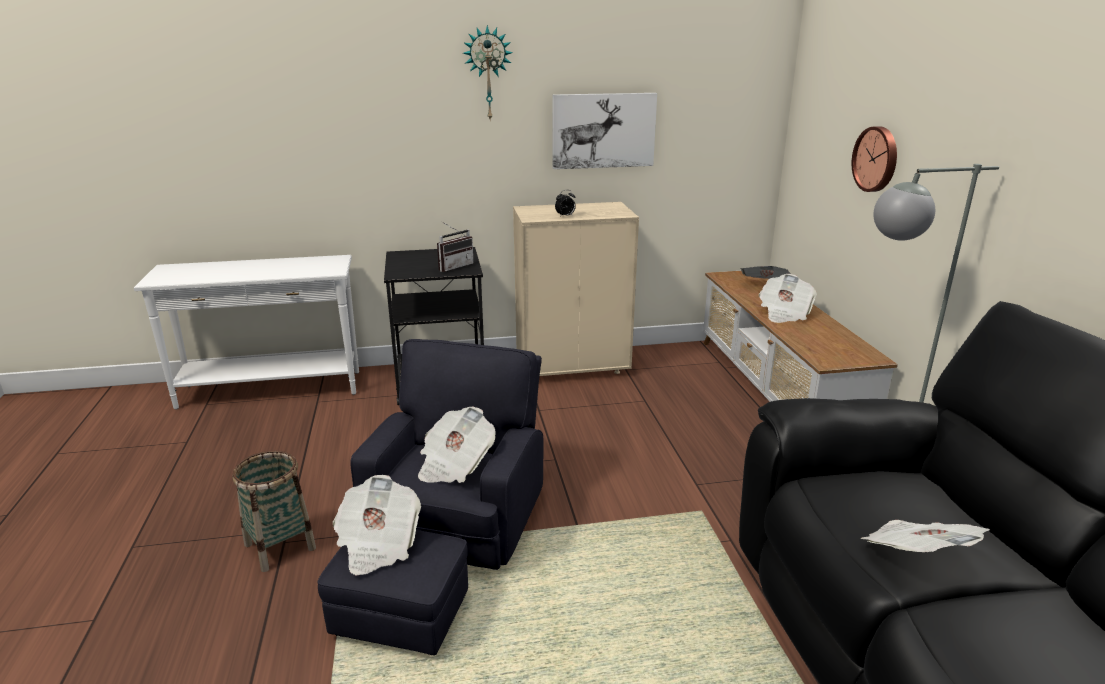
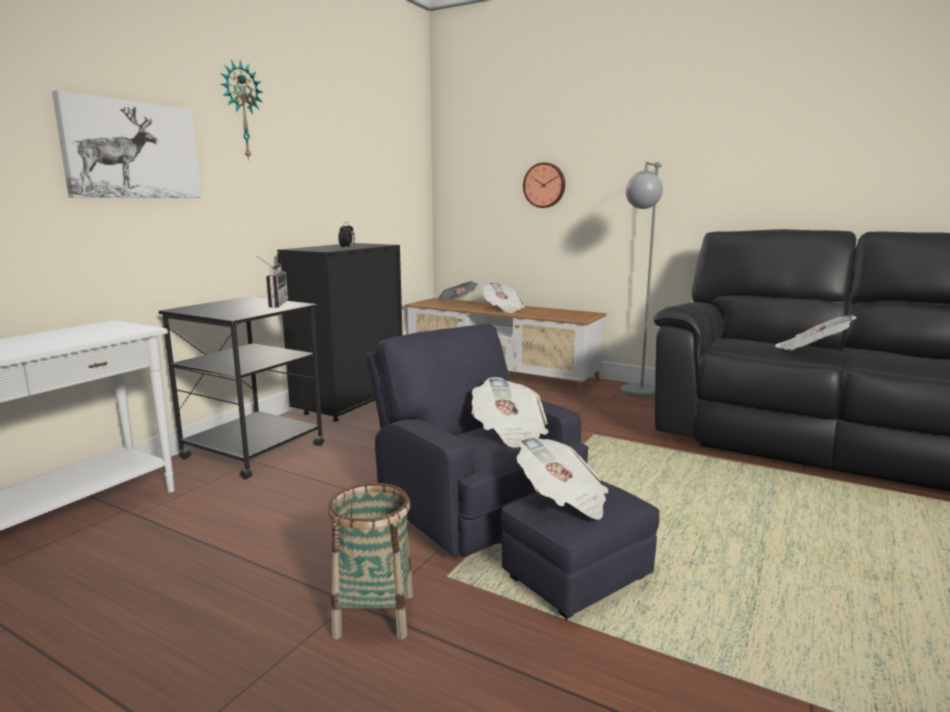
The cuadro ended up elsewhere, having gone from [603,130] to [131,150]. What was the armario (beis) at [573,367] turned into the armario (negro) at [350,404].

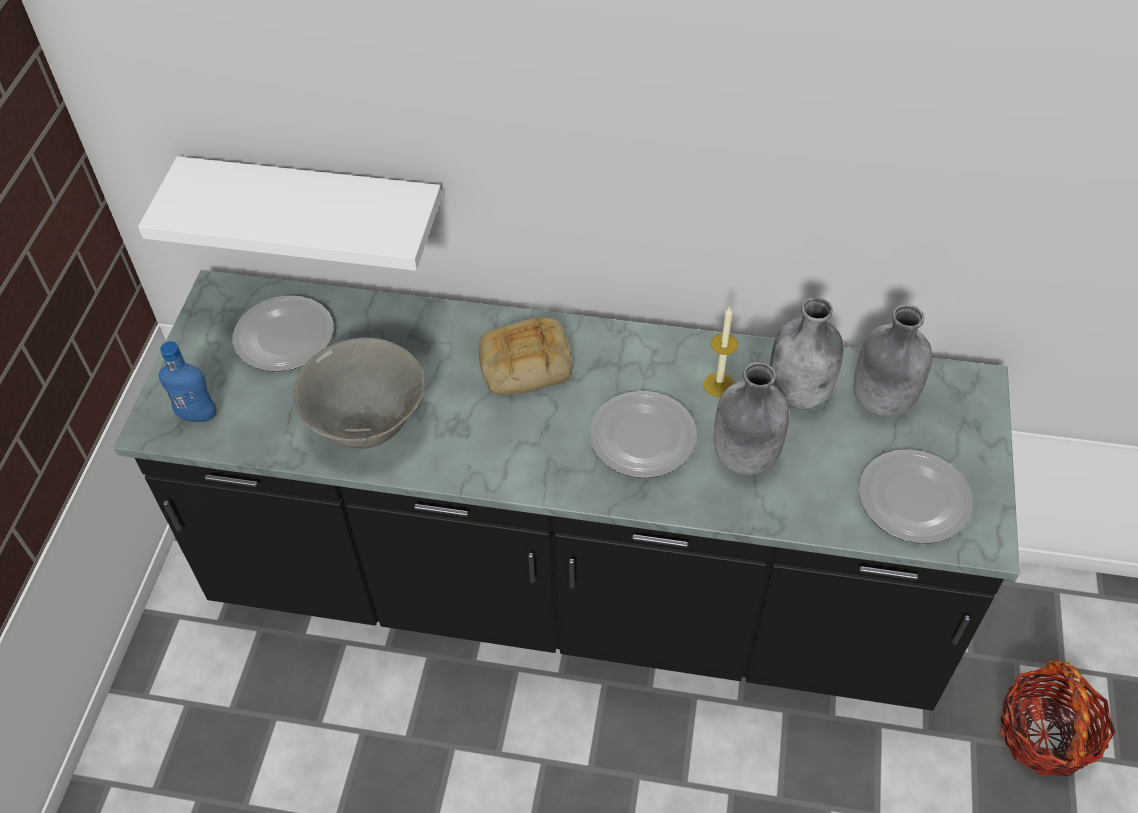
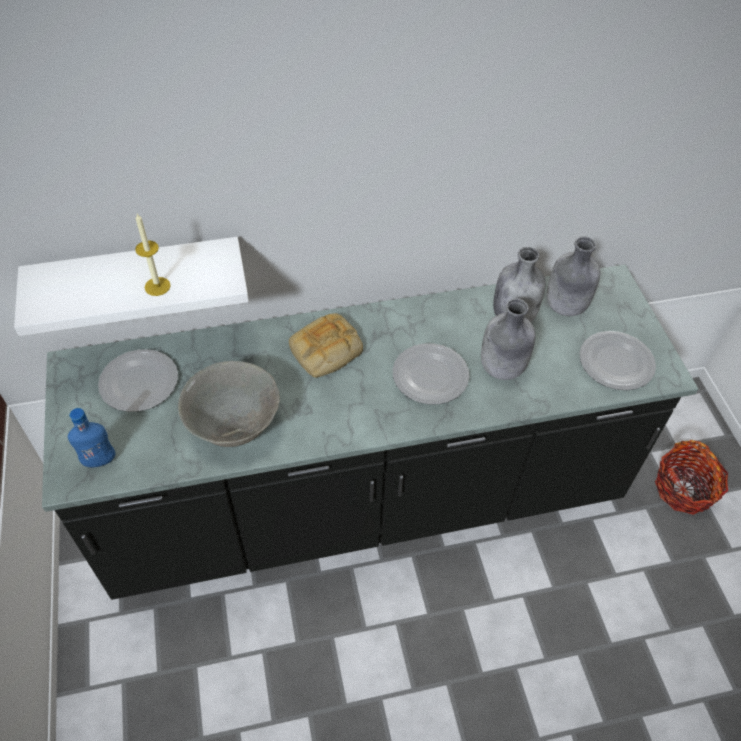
The vela ended up elsewhere, having gone from [719,385] to [157,286].

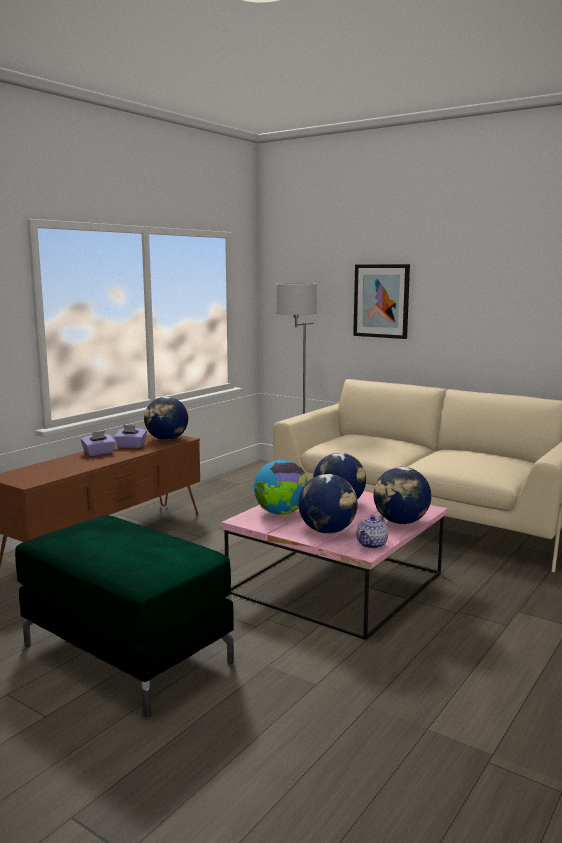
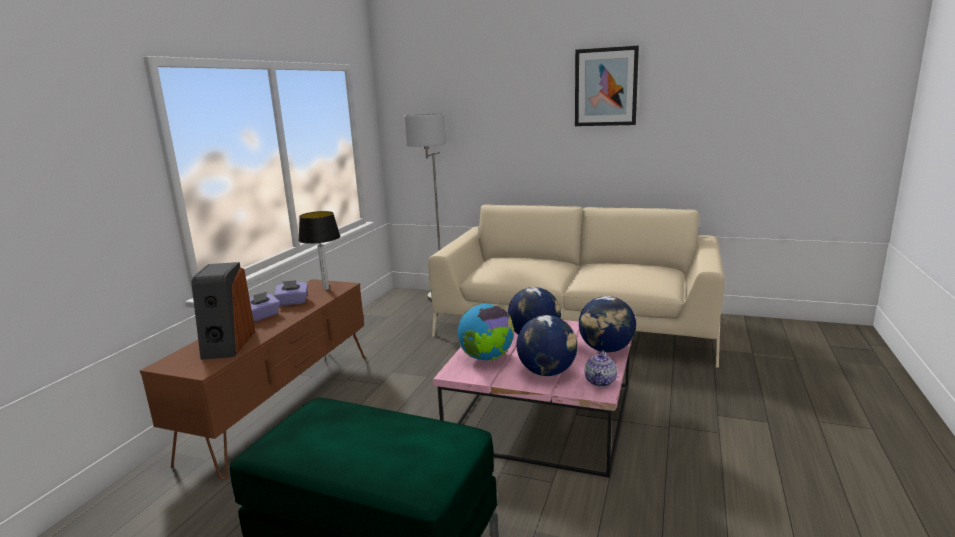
The second view gained the altavoz at [228,344]. The cuadro ended up elsewhere, having gone from [381,301] to [605,87]. Where the globo terráqueo stood at [166,439], the lámpara de mesa came to stand at [326,288].

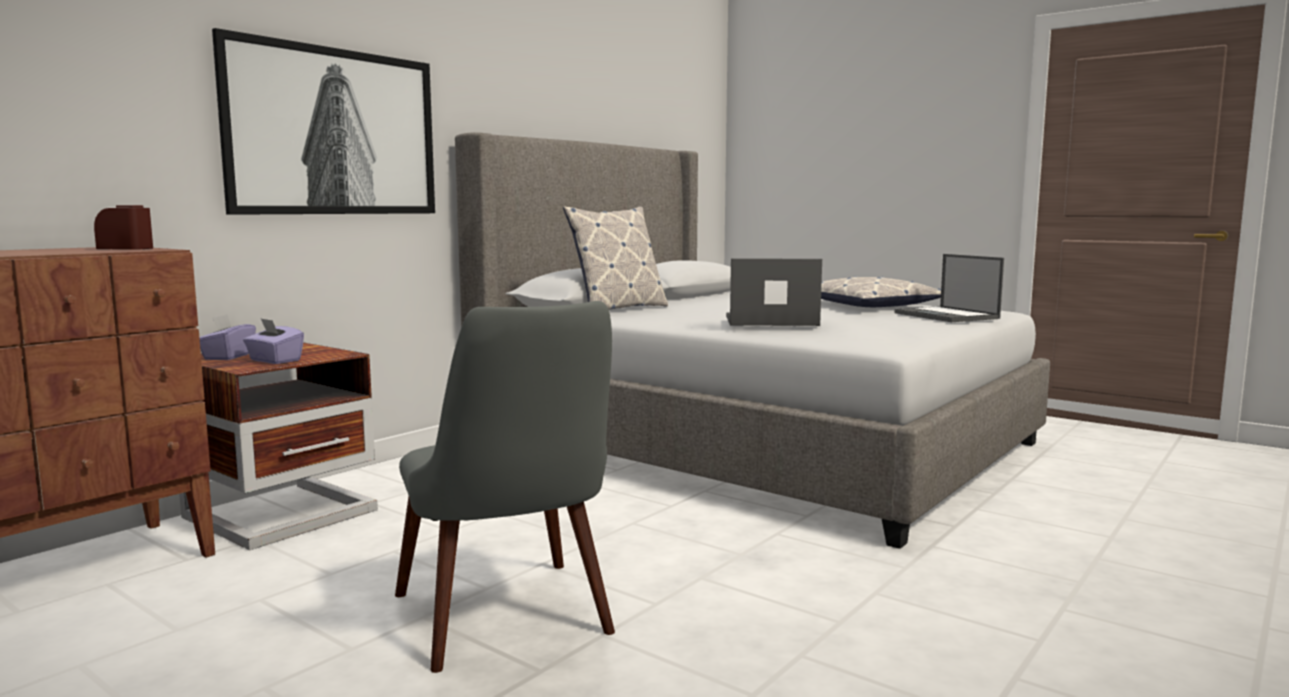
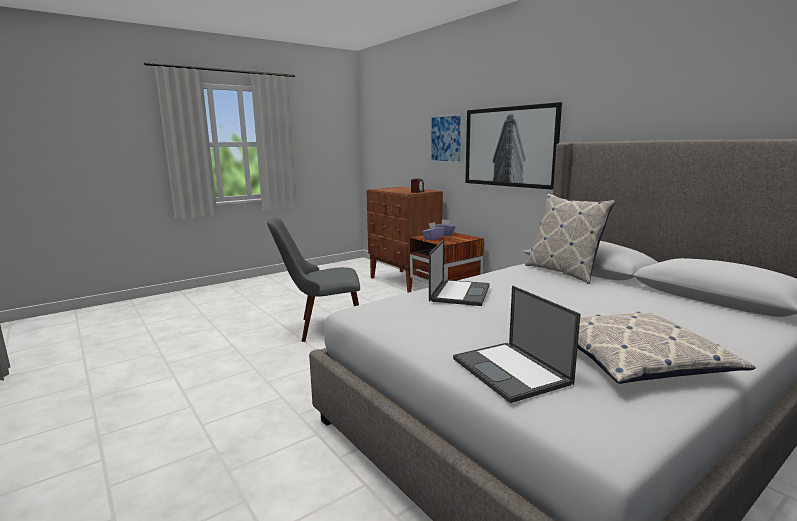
The second view gained the cuadro at [446,139]. The portátil at [947,316] ended up facing another way, 105 degrees counterclockwise from before.

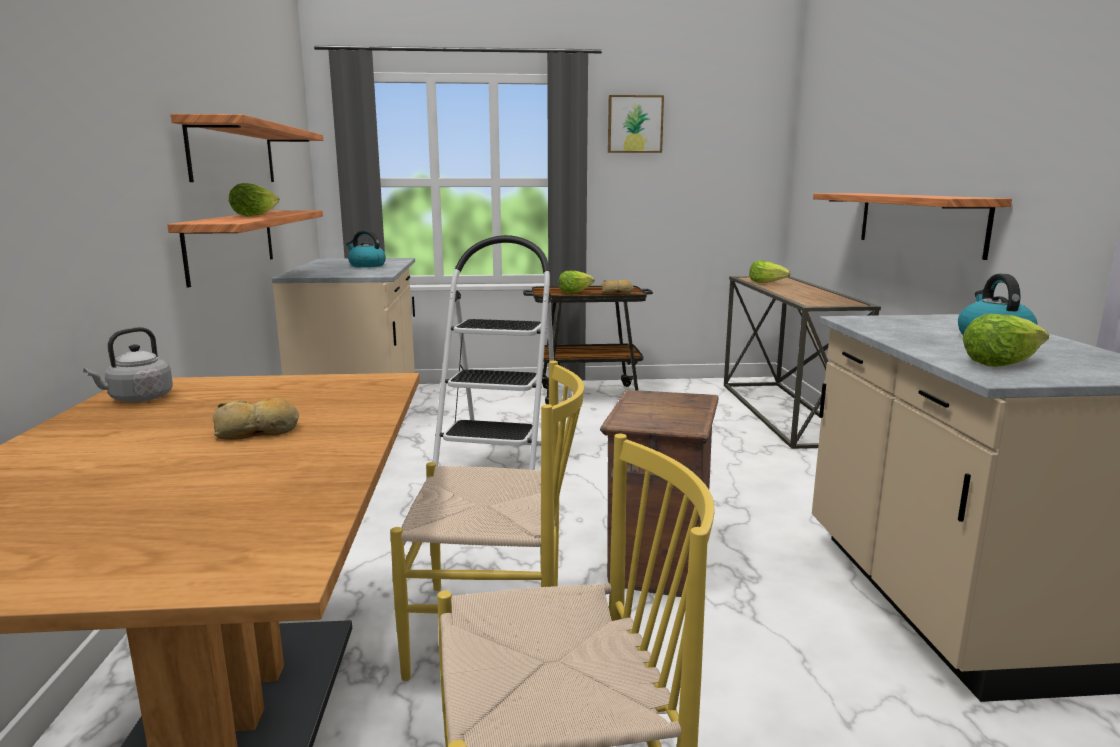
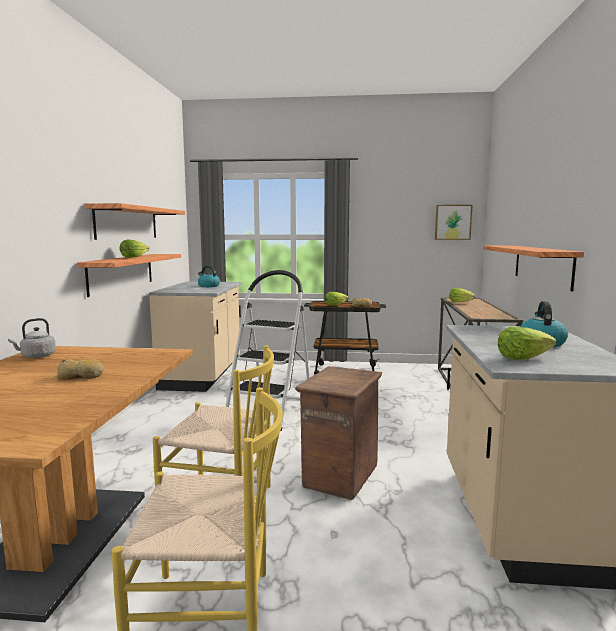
The cuadro ended up elsewhere, having gone from [635,124] to [452,222].

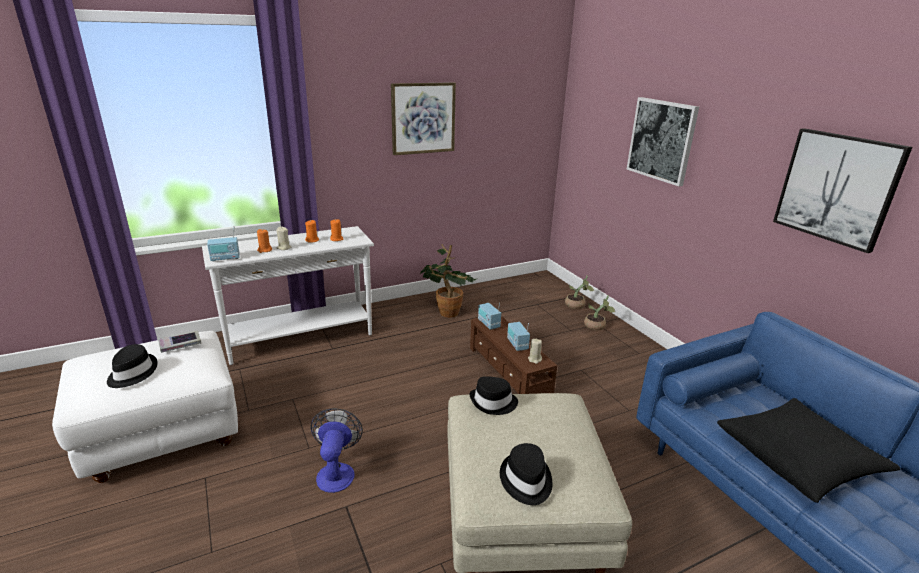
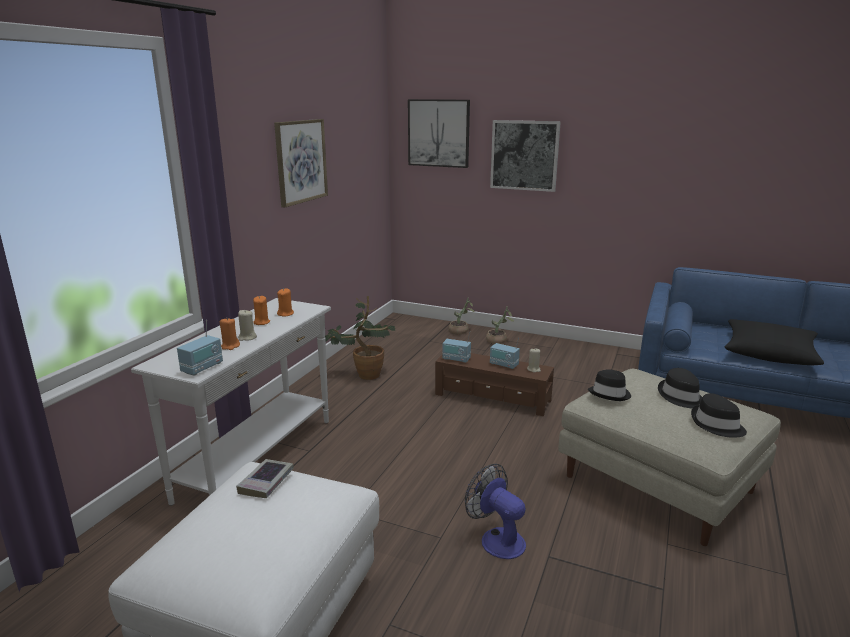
The sombrero (negro) ended up elsewhere, having gone from [132,373] to [681,397]. The cuadro ended up elsewhere, having gone from [837,188] to [439,133].

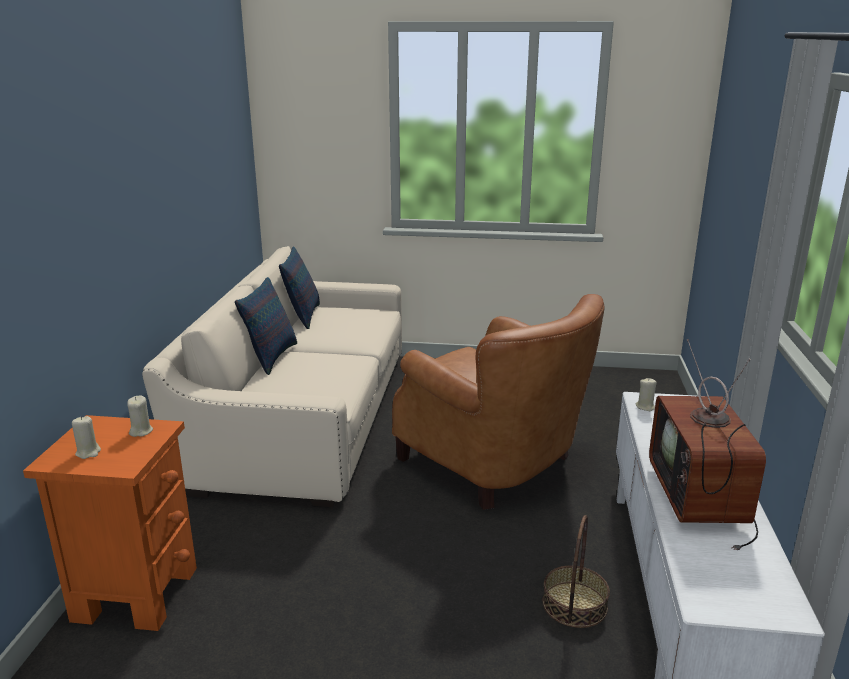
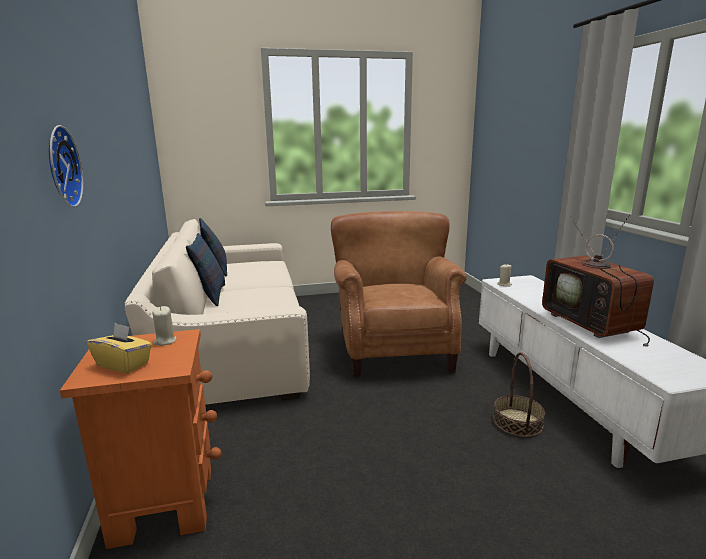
The second view gained the reloj de pared at [60,167]. Where the vela (beis) stood at [88,452], the caja de pañuelos (amarillo) came to stand at [124,364]. The sillón (marrón) at [493,463] ended up facing another way, 120 degrees counterclockwise from before.

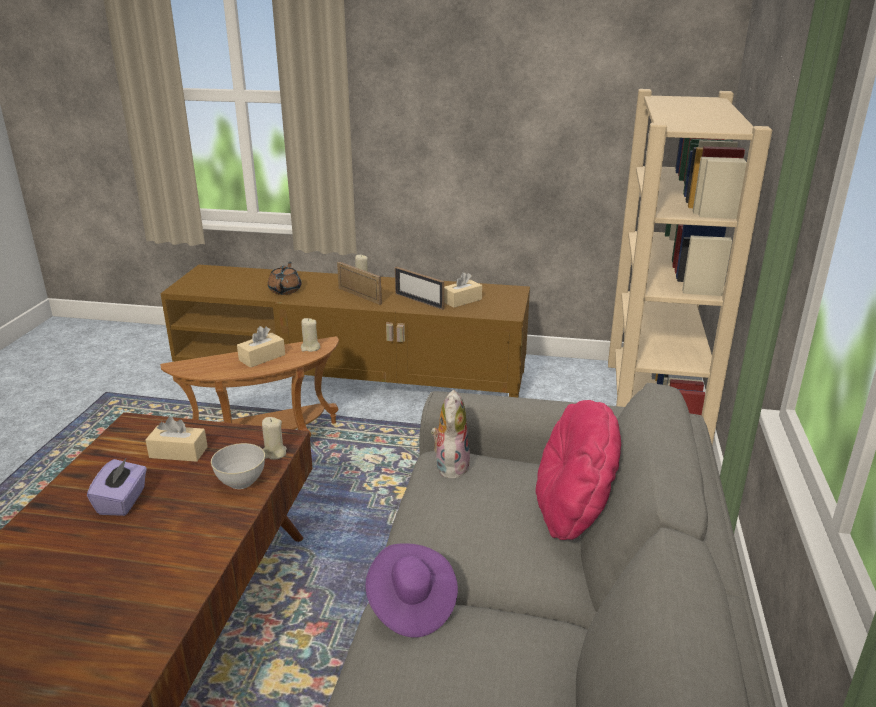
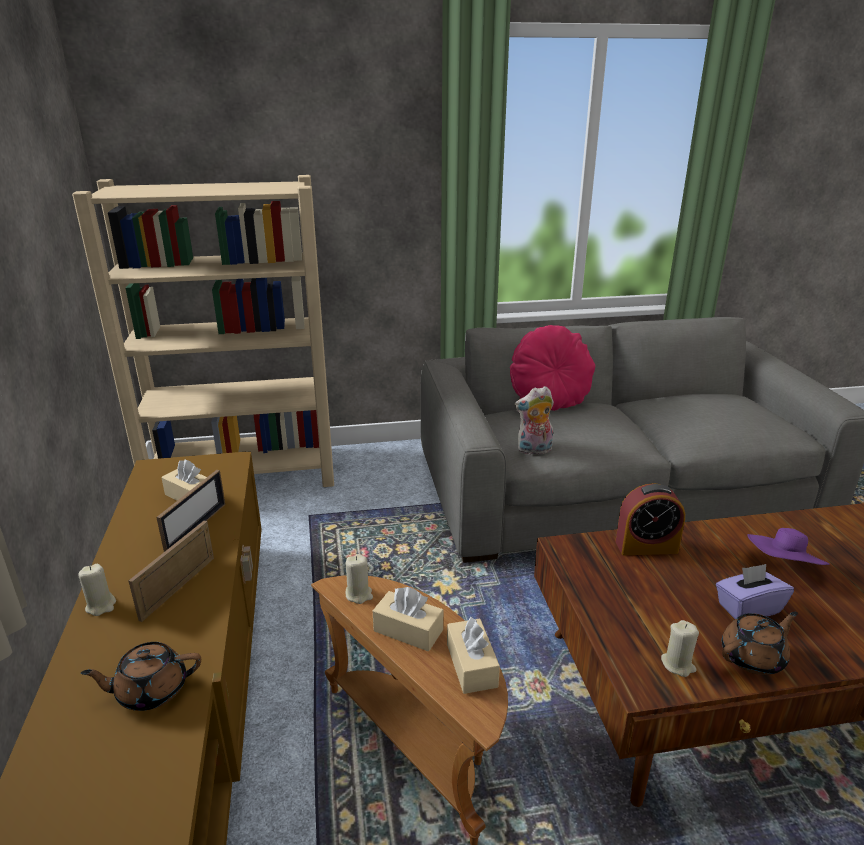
The second view gained the tetera (marrón) at [753,657]. The caja de pañuelos (beis) ended up elsewhere, having gone from [178,452] to [471,665]. The vela (beis) ended up elsewhere, having gone from [274,453] to [678,664]. The sombrero (morado) ended up elsewhere, having gone from [410,605] to [783,567]. Where the cuenco (gris) stood at [241,482], the despertador came to stand at [646,546].

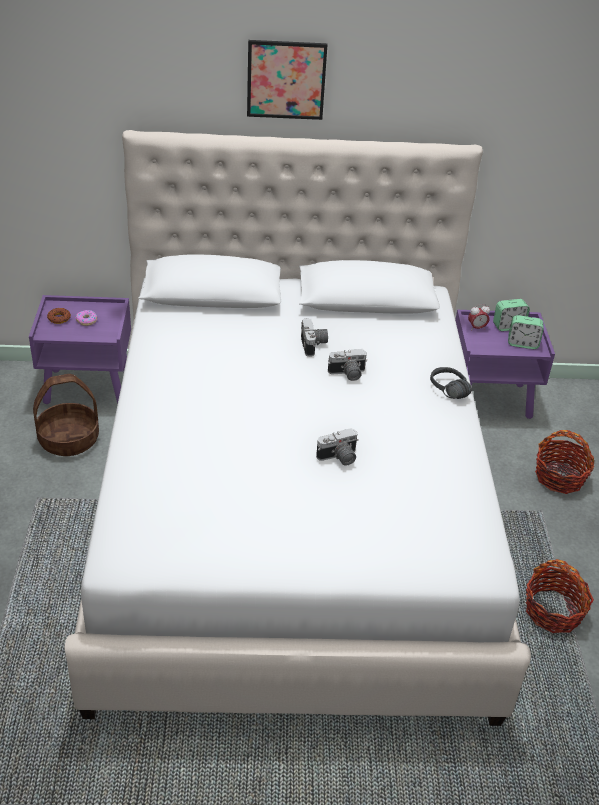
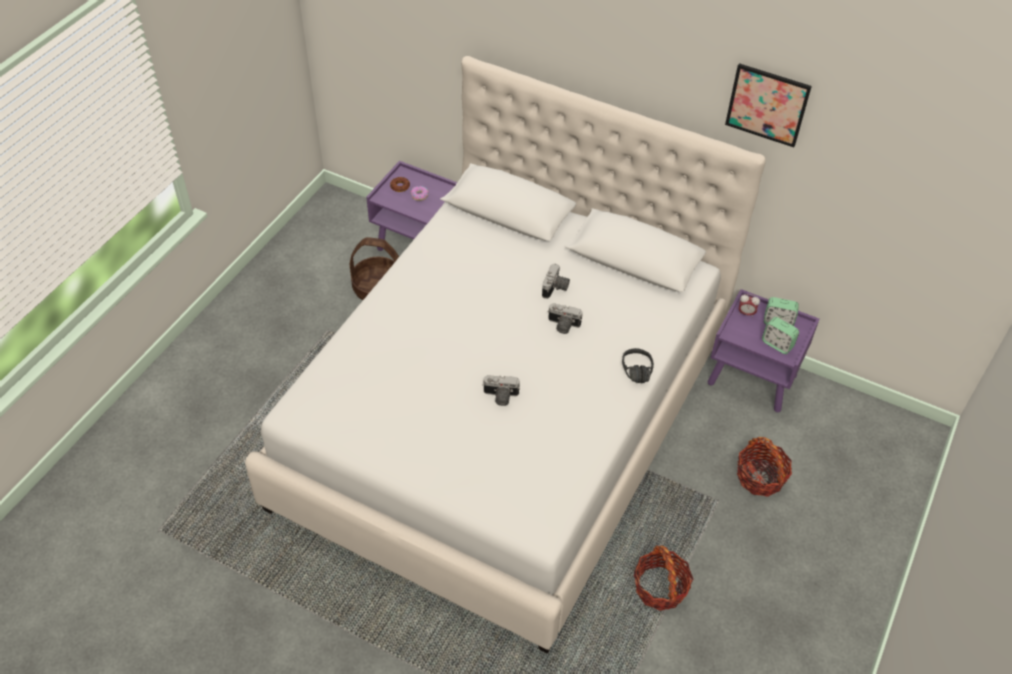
The cuadro ended up elsewhere, having gone from [286,80] to [767,105].

